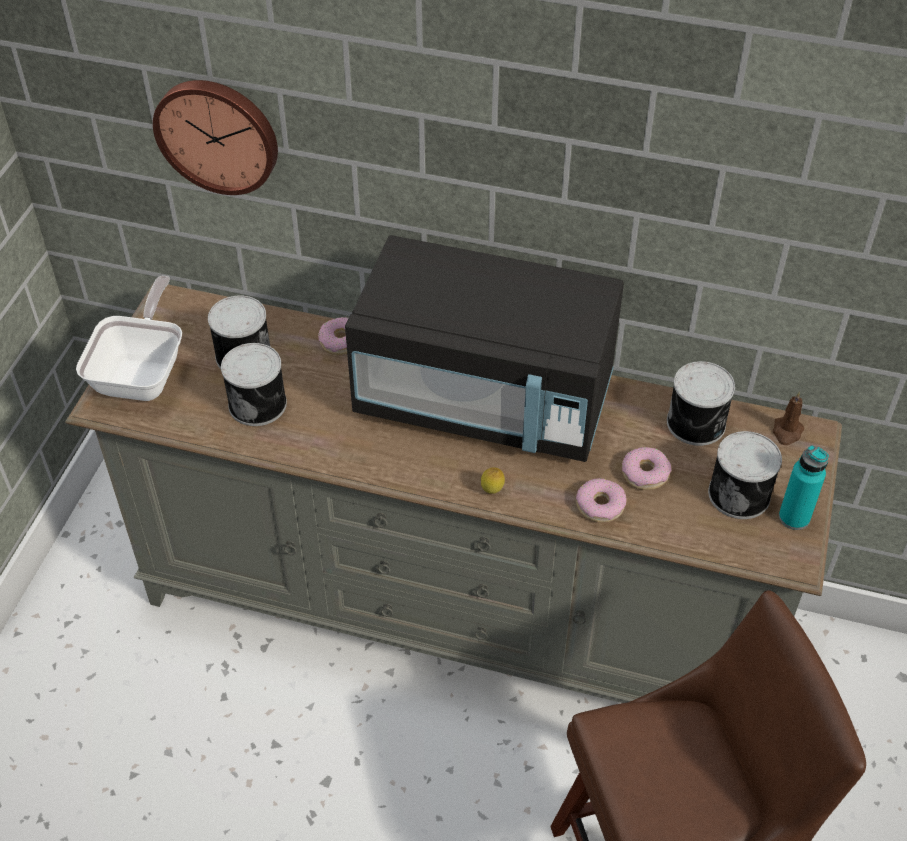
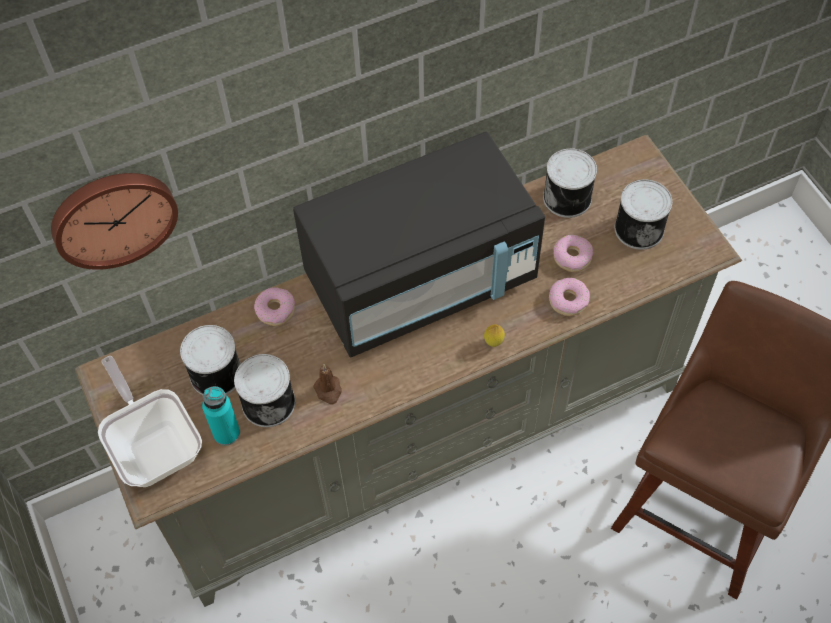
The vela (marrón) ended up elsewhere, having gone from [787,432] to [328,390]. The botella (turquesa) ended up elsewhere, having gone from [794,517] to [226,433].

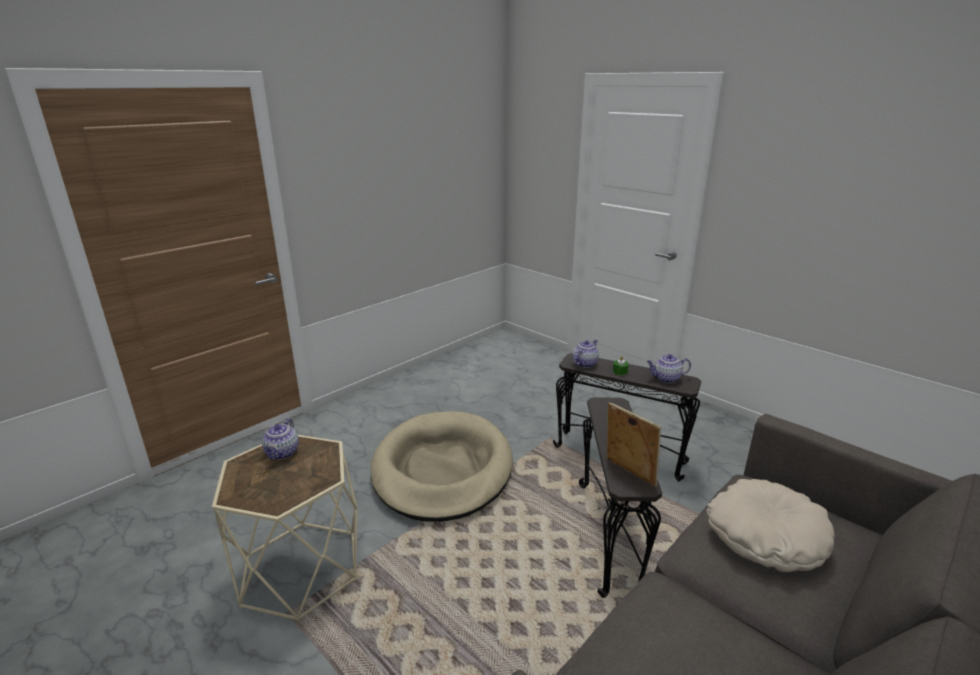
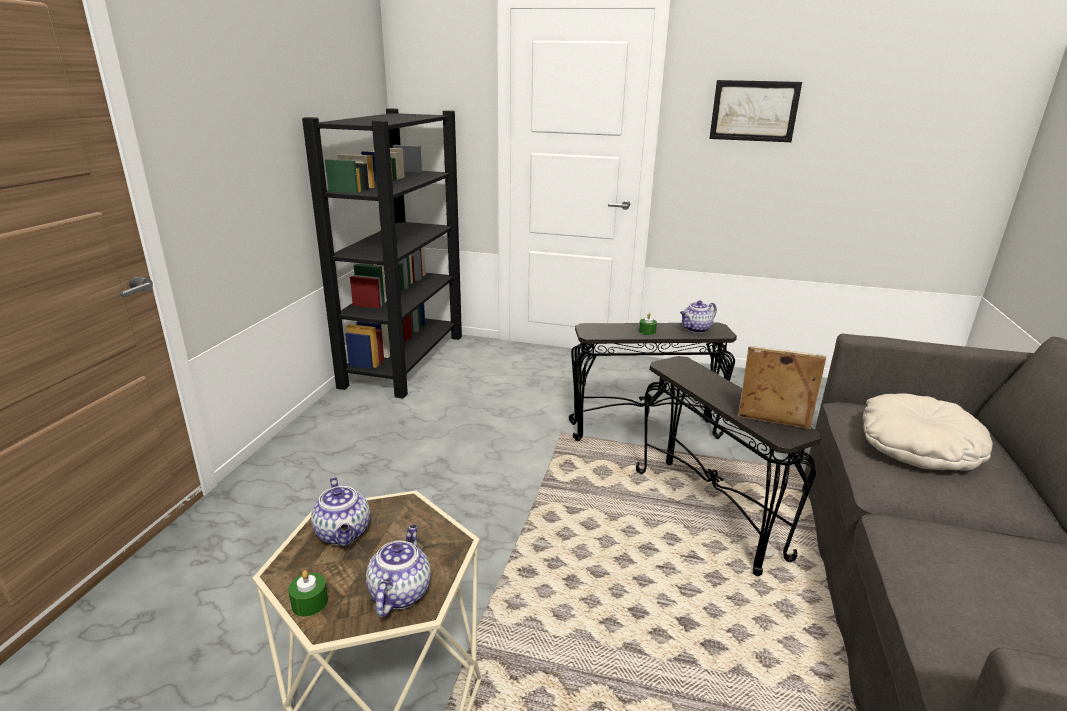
The second view lost the cama para perro (beis) at [442,469]. The second view gained the vela (verde) at [310,602]. The second view gained the estantería (negro) at [404,360]. The second view gained the cuadro at [754,111]. The tetera ended up elsewhere, having gone from [584,363] to [400,592].

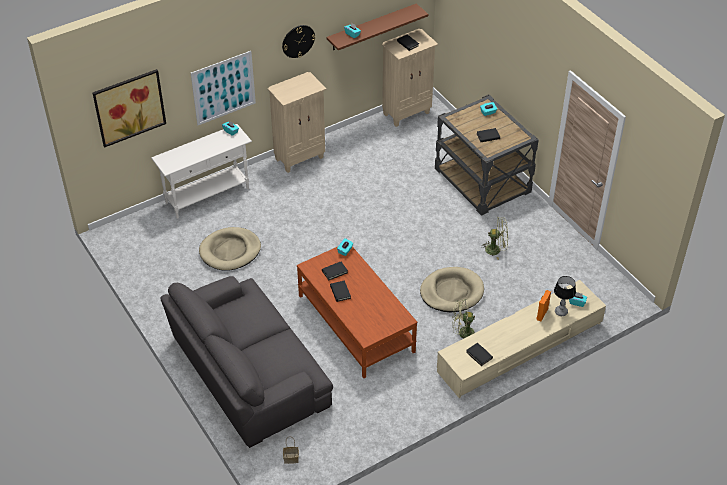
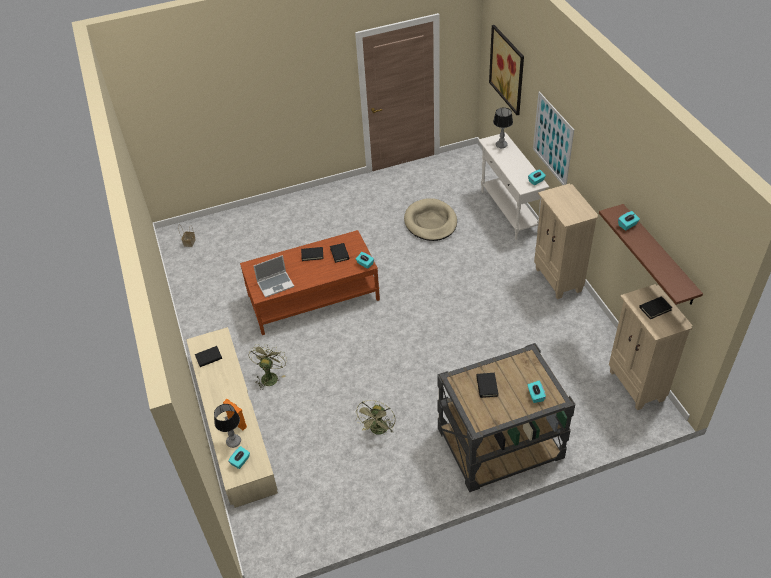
The second view lost the sofá (gris) at [248,373]. The second view lost the reloj de pared at [298,41]. The second view lost the cama para perro (beis) at [451,292]. The second view gained the portátil at [276,284]. The second view gained the lámpara de mesa at [501,145].

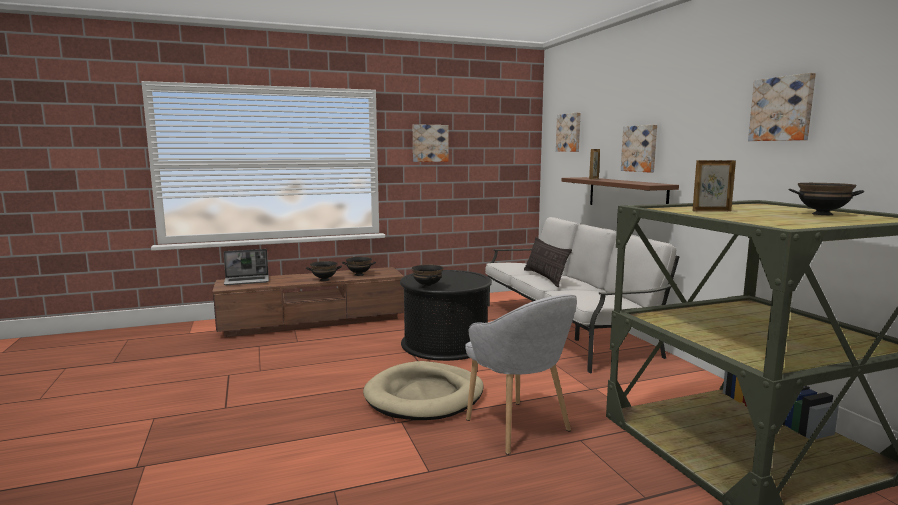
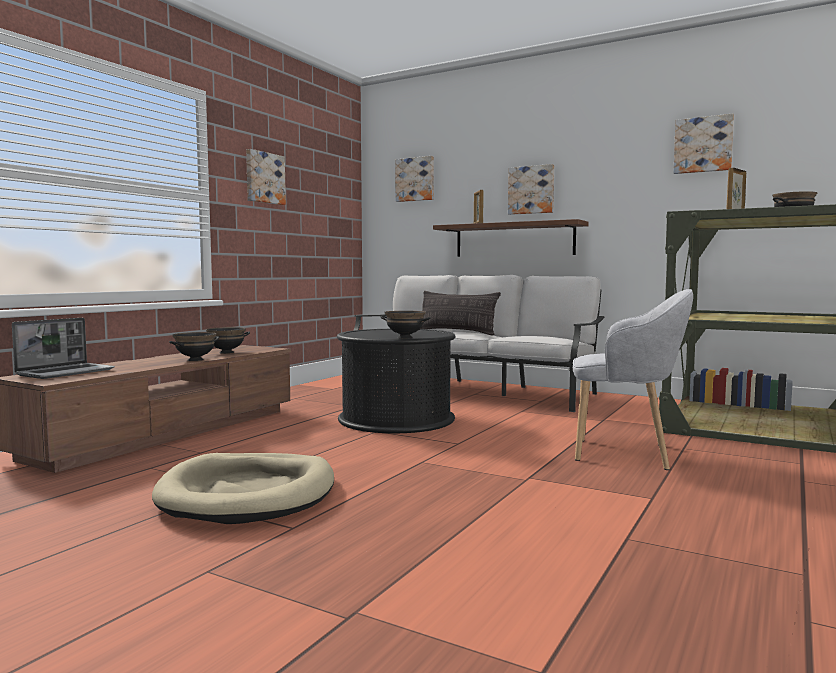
The cama para perro (beis) ended up elsewhere, having gone from [425,396] to [248,494].

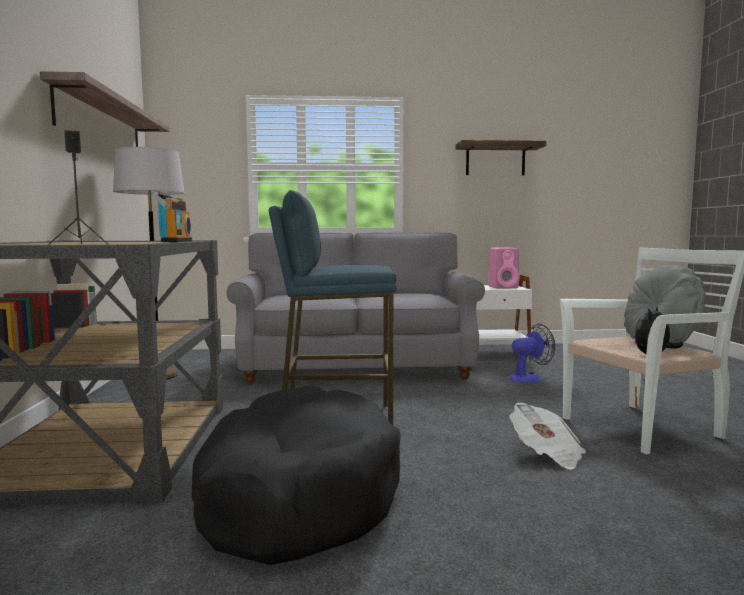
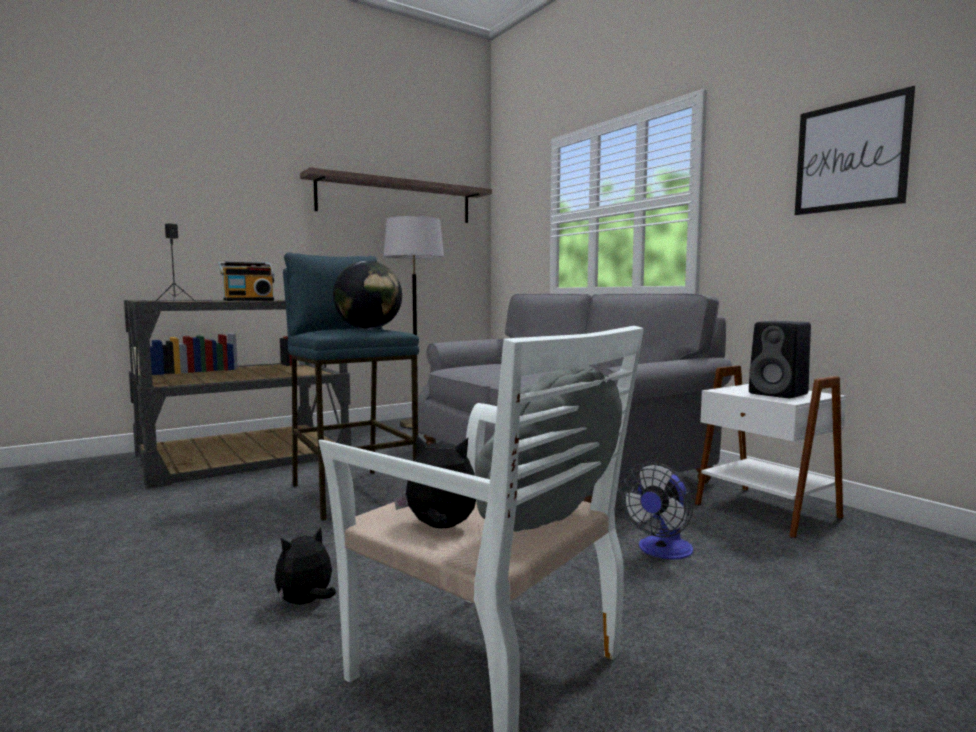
The second view lost the cama para perro (negro) at [296,494]. The second view gained the globo terráqueo at [368,329]. Where the estante hung at [495,160], the cuadro came to hang at [850,156]. Where the periódico stood at [547,454], the peluche came to stand at [306,603]. What was the altavoz (rosa) at [504,287] turned into the altavoz (negro) at [780,394]. The ventilador at [529,378] ended up facing another way, 90 degrees clockwise from before.

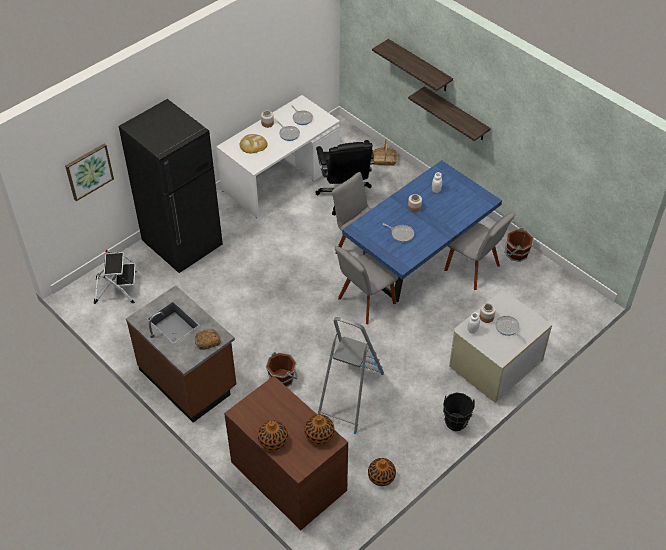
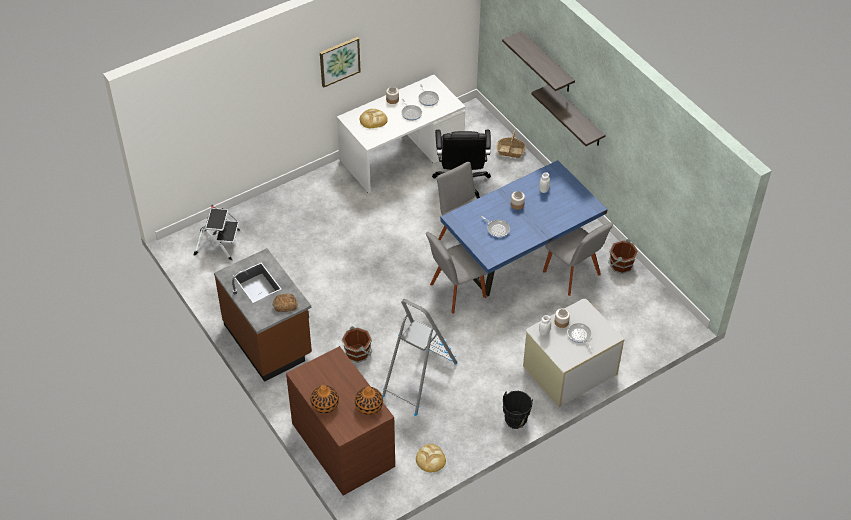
The second view lost the nevera (negro) at [182,242]. The cuadro ended up elsewhere, having gone from [89,171] to [339,61]. Where the florero stood at [381,477], the pan came to stand at [430,459].

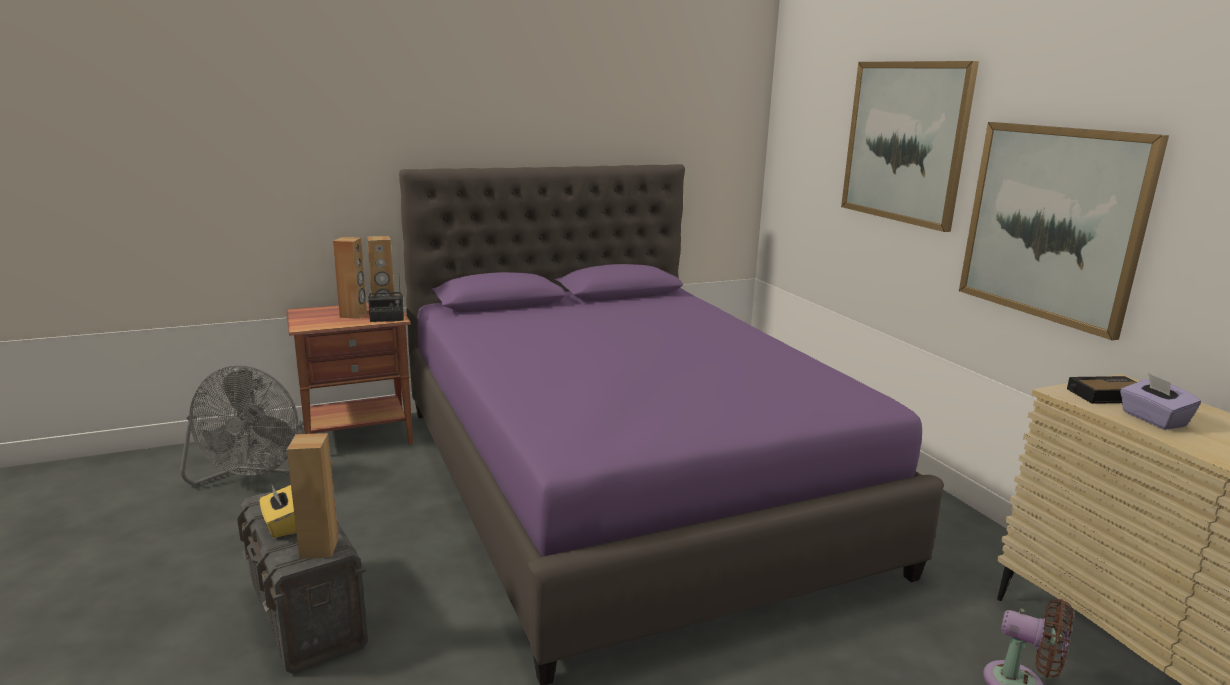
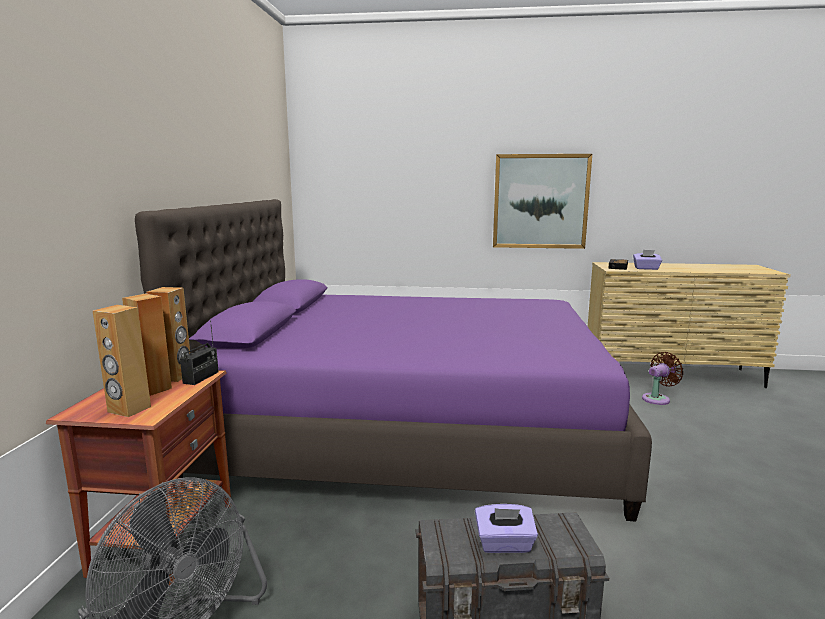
The second view lost the cuadro at [905,142]. The altavoz (marrón) ended up elsewhere, having gone from [318,548] to [129,409]. What was the caja de pañuelos (amarillo) at [283,525] turned into the caja de pañuelos (morado) at [504,544].

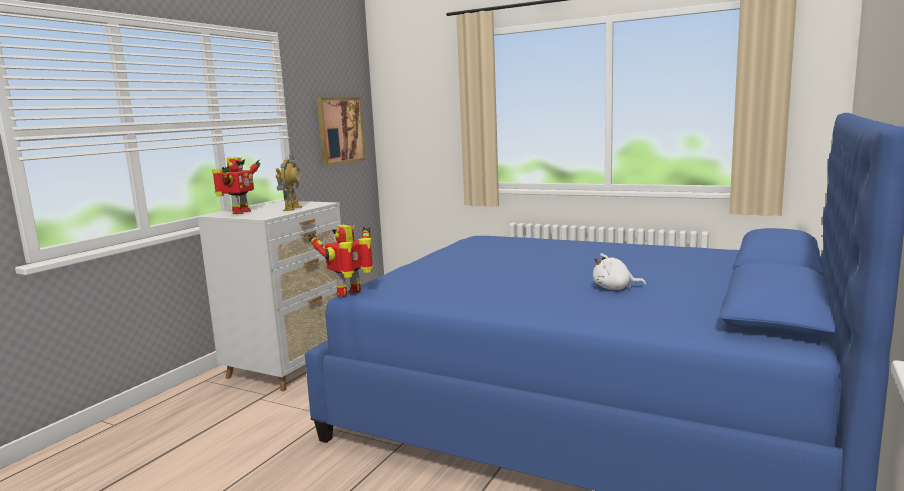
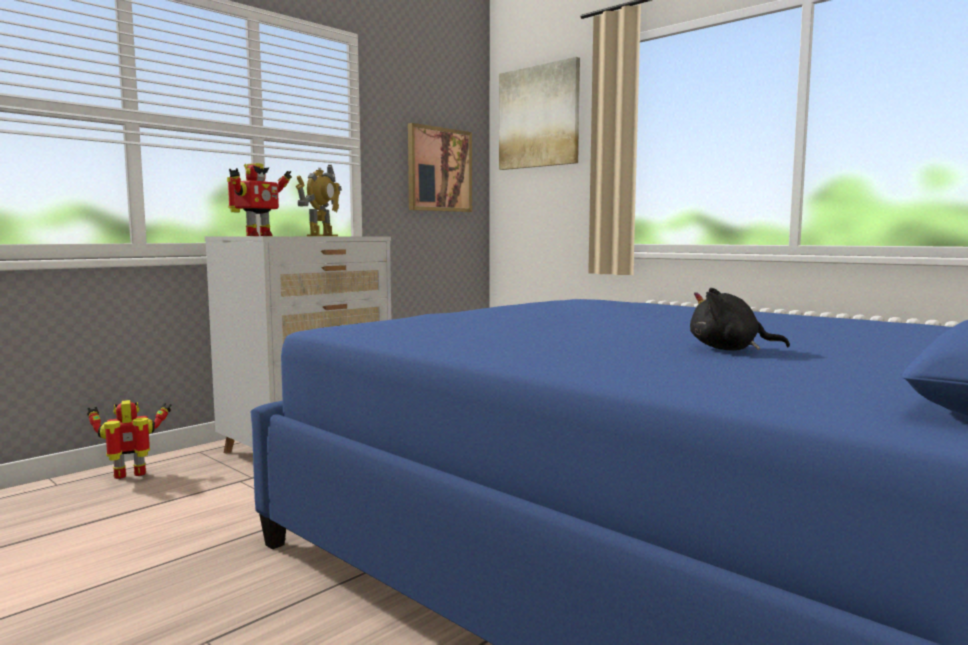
The second view gained the cuadro at [539,117]. The robot de juguete ended up elsewhere, having gone from [350,293] to [131,476]. What was the peluche (blanco) at [614,288] turned into the peluche (negro) at [729,349].

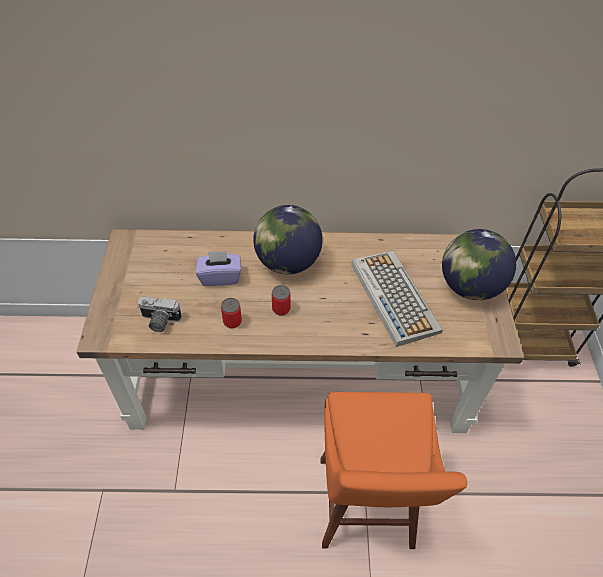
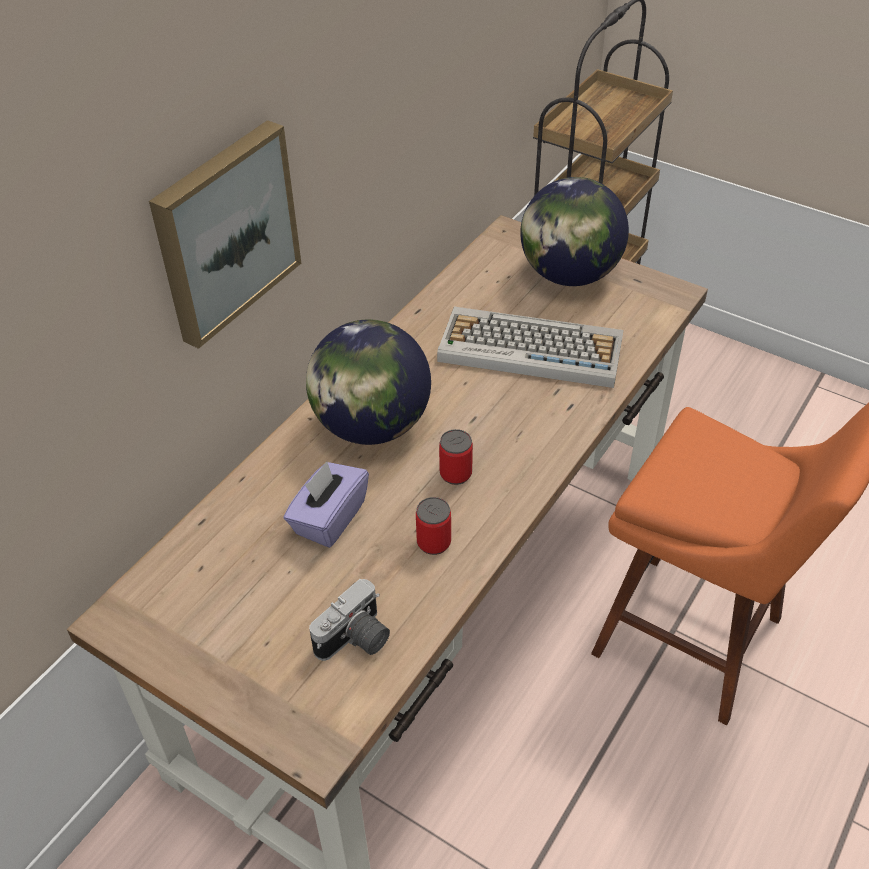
The second view gained the cuadro at [224,232].

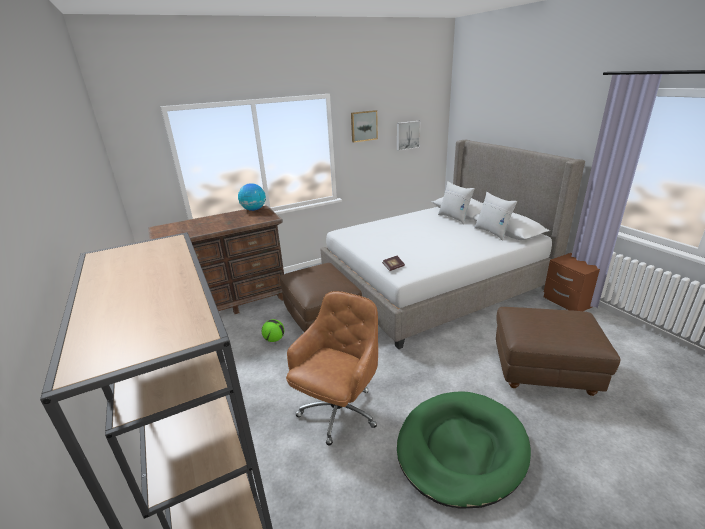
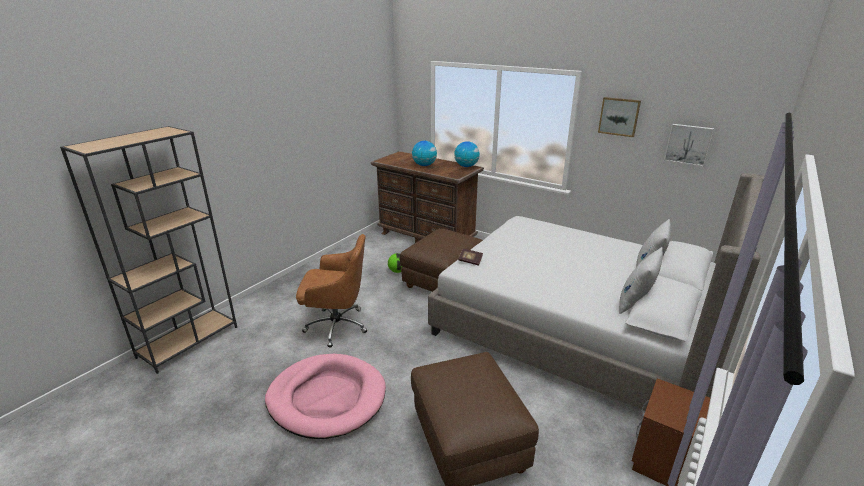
The second view gained the globo terráqueo at [424,165]. What was the cama para perro (verde) at [461,449] turned into the cama para perro (rosa) at [327,398].

